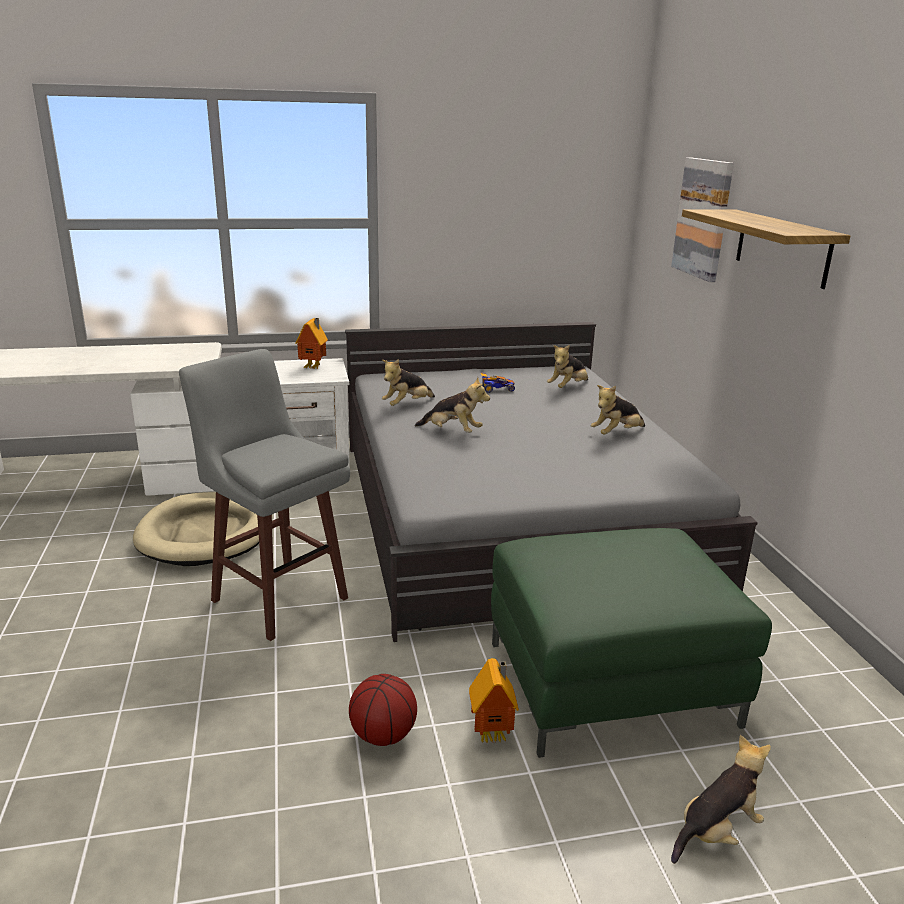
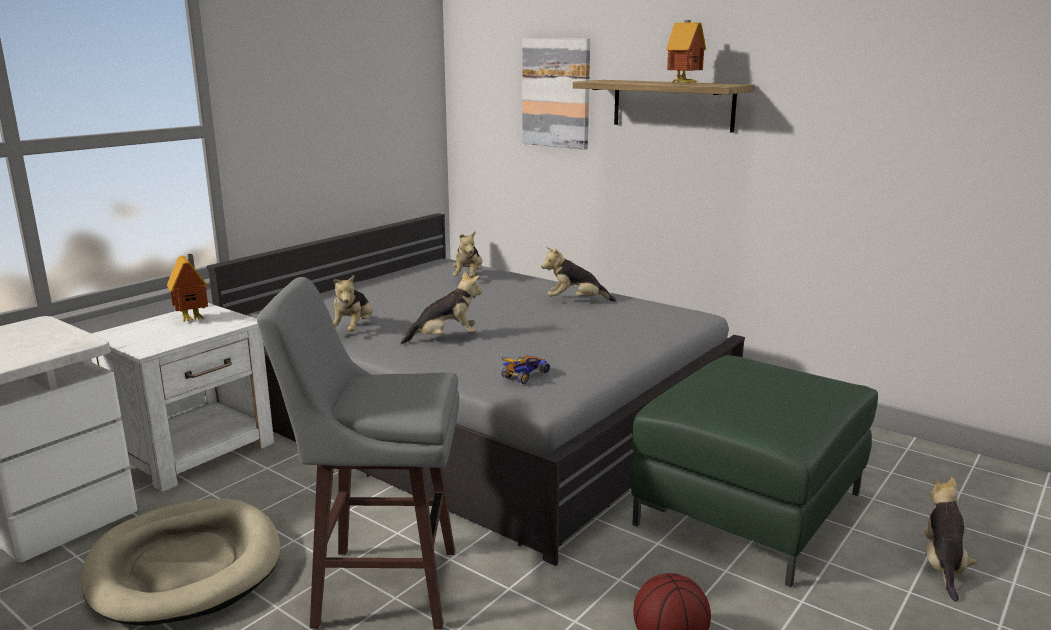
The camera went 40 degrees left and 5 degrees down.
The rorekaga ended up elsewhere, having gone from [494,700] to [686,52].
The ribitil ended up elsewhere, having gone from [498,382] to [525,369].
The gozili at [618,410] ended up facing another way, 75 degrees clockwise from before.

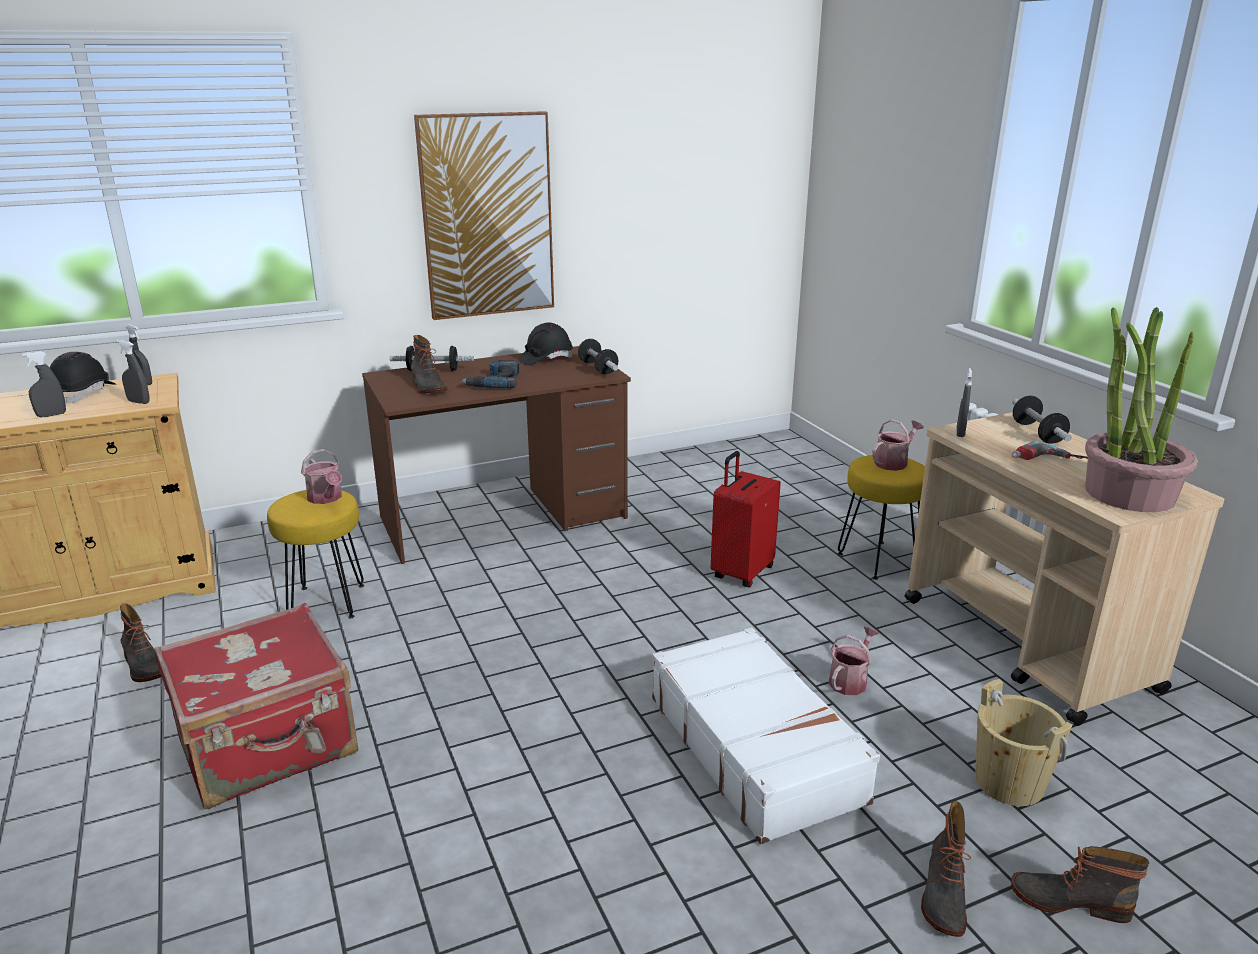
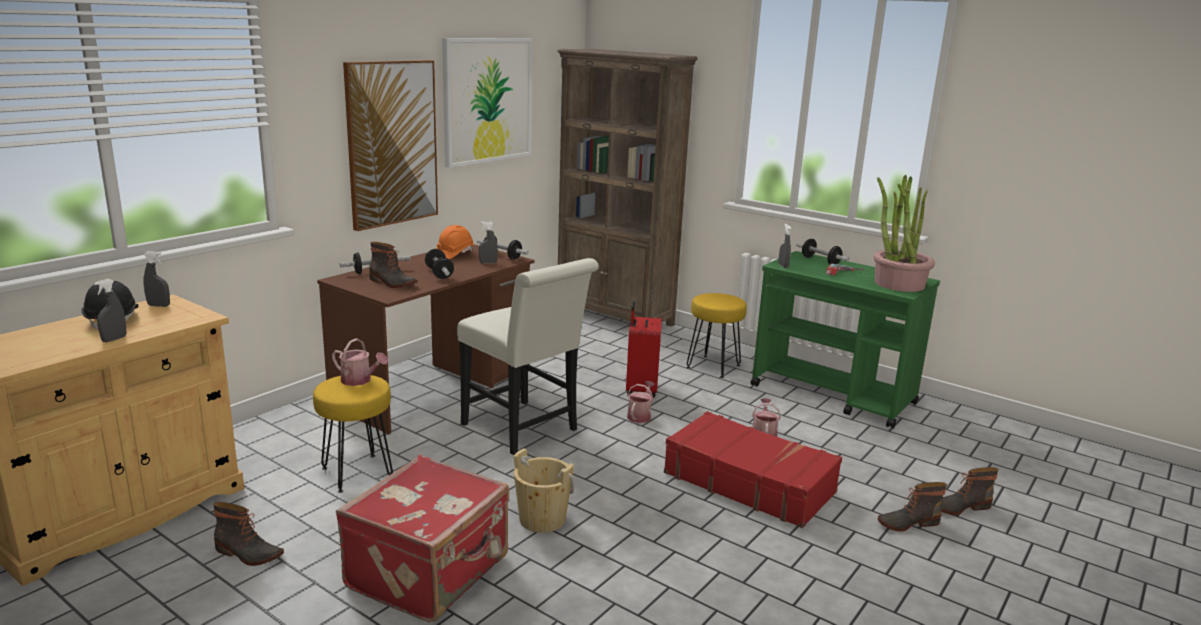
The camera went 30 degrees left and 5 degrees down.
The second view gained the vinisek at [487,103].
The second view gained the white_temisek at [528,356].
The second view gained the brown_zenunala at [627,187].
The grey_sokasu ended up elsewhere, having gone from [132,372] to [488,242].
The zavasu ended up elsewhere, having gone from [898,445] to [641,402].
The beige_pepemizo ended up elsewhere, having gone from [1023,742] to [544,490].
Where the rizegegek stood at [490,374], the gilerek came to stand at [439,264].
What was the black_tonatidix at [546,344] turned into the orange_tonatidix at [455,242].
What was the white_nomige at [766,736] turned into the red_nomige at [753,469].
What was the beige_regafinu at [1064,569] turned into the green_regafinu at [845,340].
The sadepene at [946,869] ended up facing another way, 90 degrees clockwise from before.

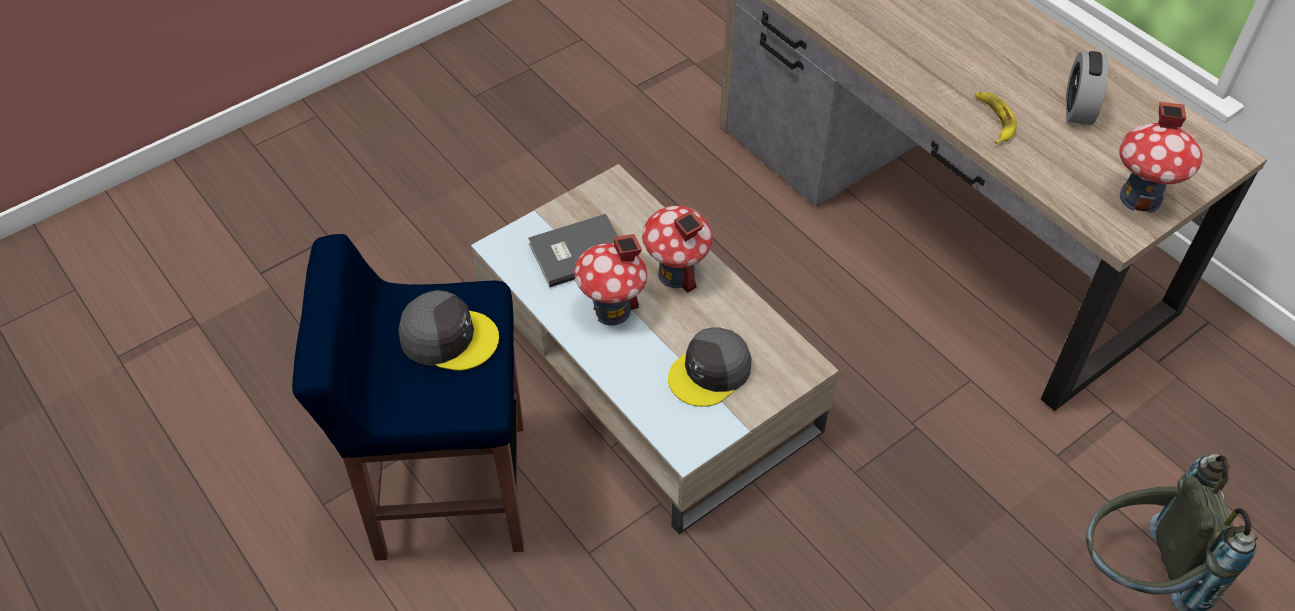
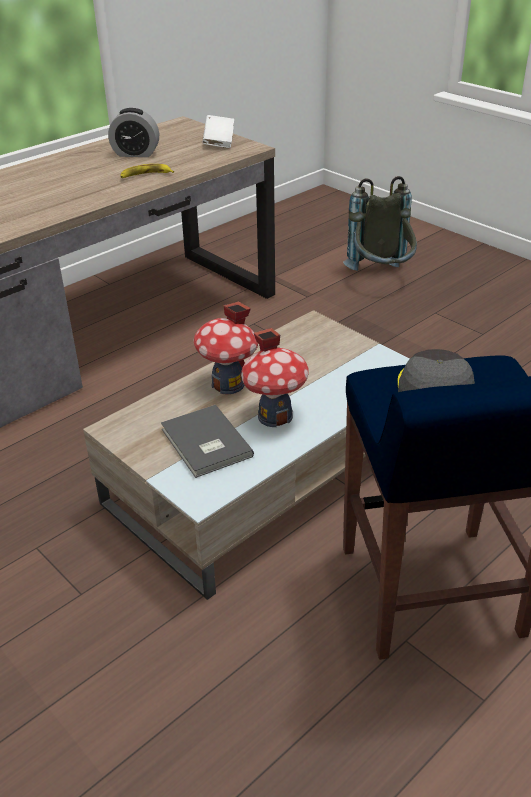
The camera went 95 degrees left and 15 degrees down.
The second view lost the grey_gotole at [709,367].
Where the rorekaga stood at [1160,157], the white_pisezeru came to stand at [218,131].

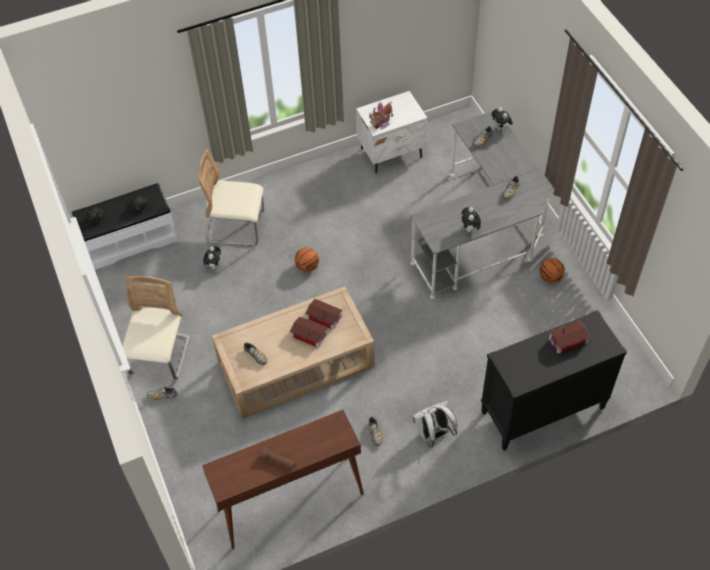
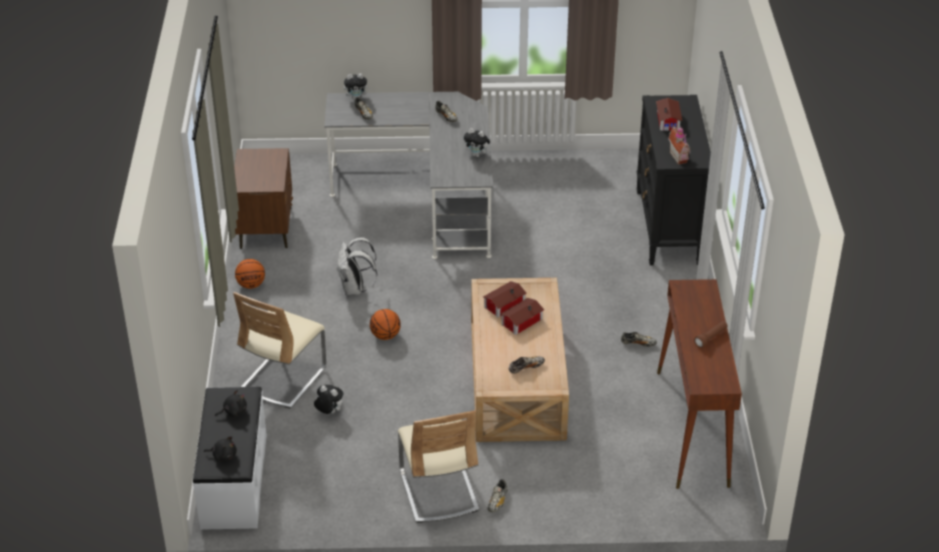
The camera went 70 degrees left and 15 degrees down.
The rorekaga ended up elsewhere, having gone from [381,115] to [679,145].
The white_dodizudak ended up elsewhere, having gone from [434,423] to [357,266].
The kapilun ended up elsewhere, having gone from [552,270] to [250,274].
What was the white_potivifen at [392,132] turned into the brown_potivifen at [263,198].
The beige_temisek at [156,328] ended up facing another way, 135 degrees counterclockwise from before.

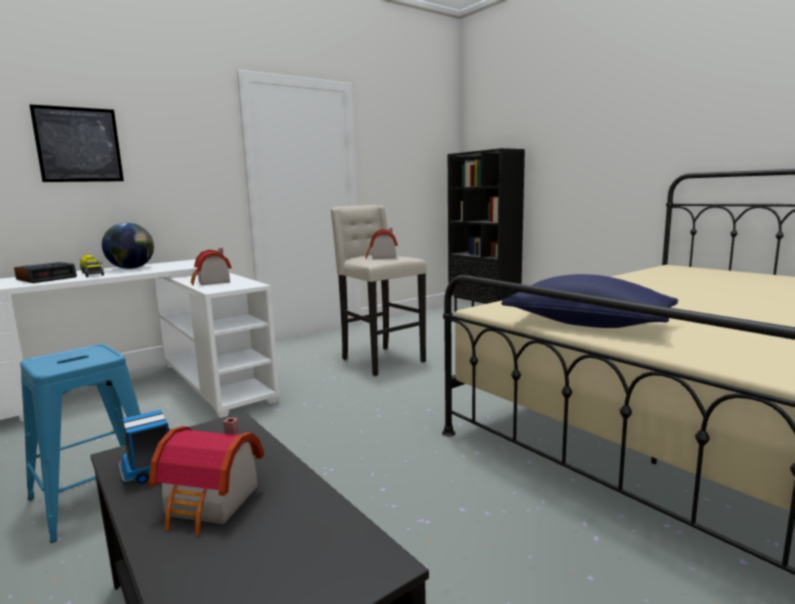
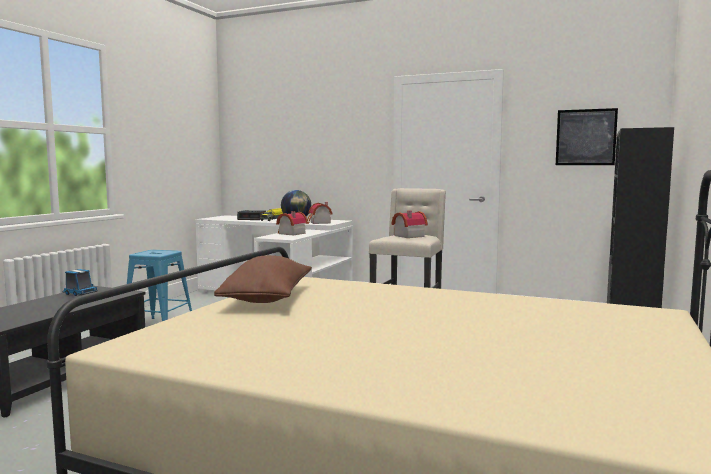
The camera went 60 degrees right and 5 degrees down.
The vinisek ended up elsewhere, having gone from [76,143] to [587,136].
The rorekaga ended up elsewhere, having gone from [206,477] to [320,213].
What was the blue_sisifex at [589,301] turned into the brown_sisifex at [263,279].

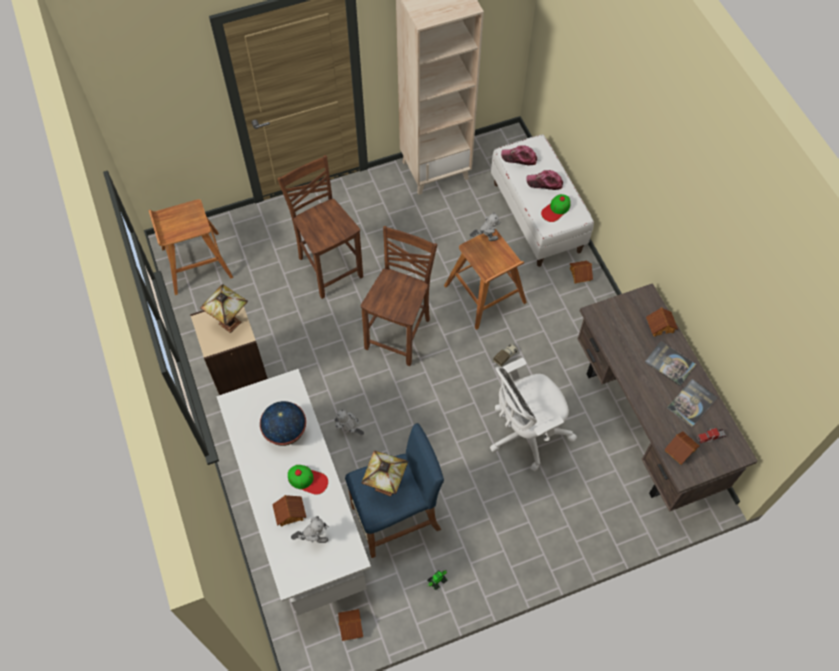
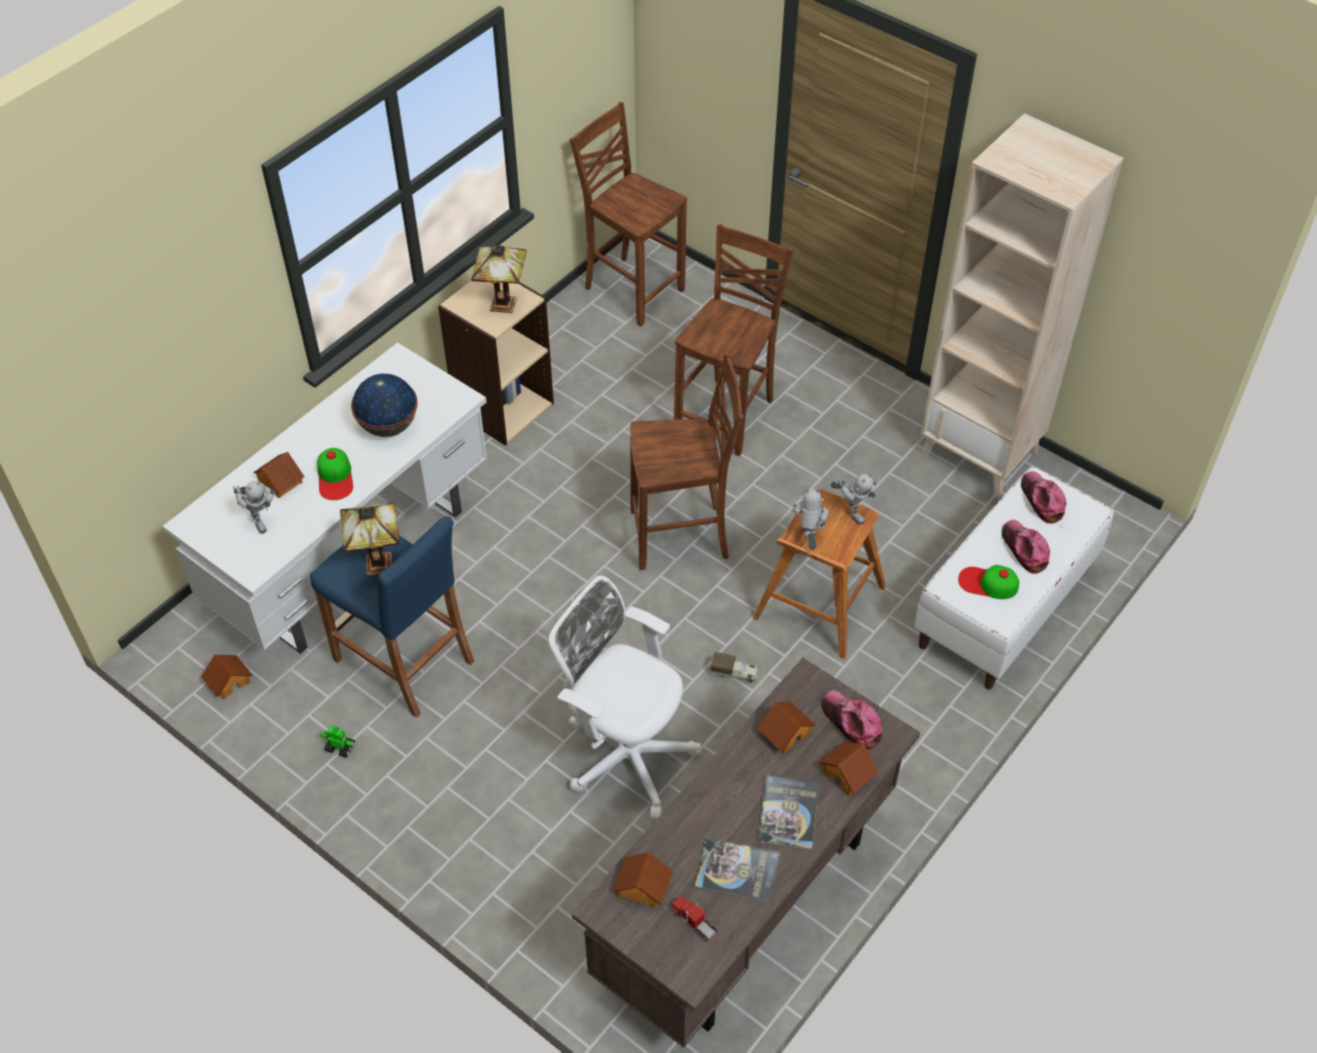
The camera went 60 degrees right and 10 degrees down.
The second view gained the gotole at [852,720].
The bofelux ended up elsewhere, having gone from [349,422] to [810,519].
The rorekaga ended up elsewhere, having gone from [581,272] to [786,728].
Where the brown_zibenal stood at [191,247], the brown_temisek came to stand at [628,214].

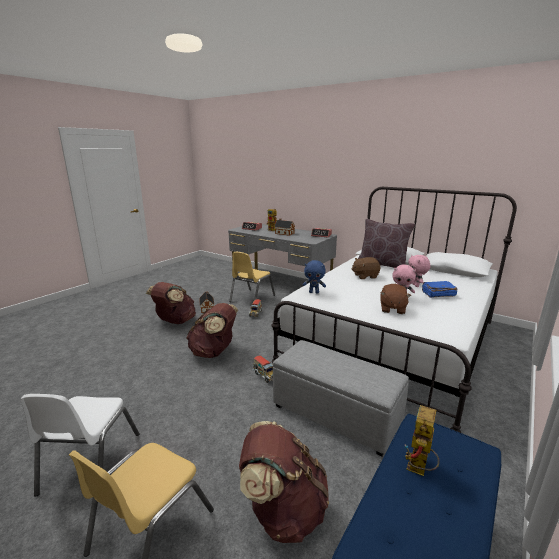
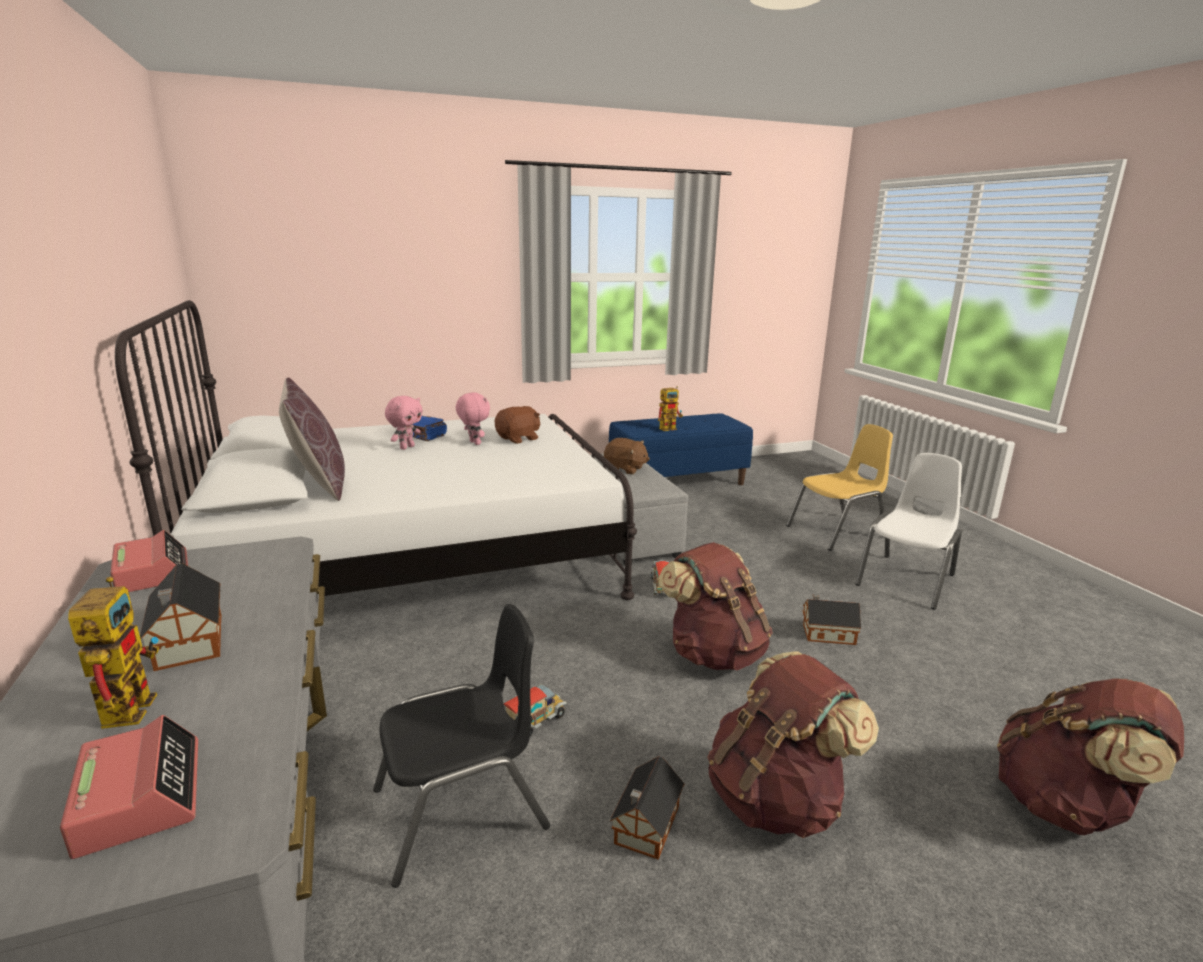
The camera went 145 degrees left and 0 degrees up.
The second view lost the blue_gozili at [314,277].
The second view gained the rorekaga at [832,619].
The brown_dodizudak ended up elsewhere, having gone from [284,482] to [1090,756].
The brown_gozili ended up elsewhere, having gone from [366,268] to [627,456].
What was the yellow_temisek at [252,277] turned into the black_temisek at [461,746].

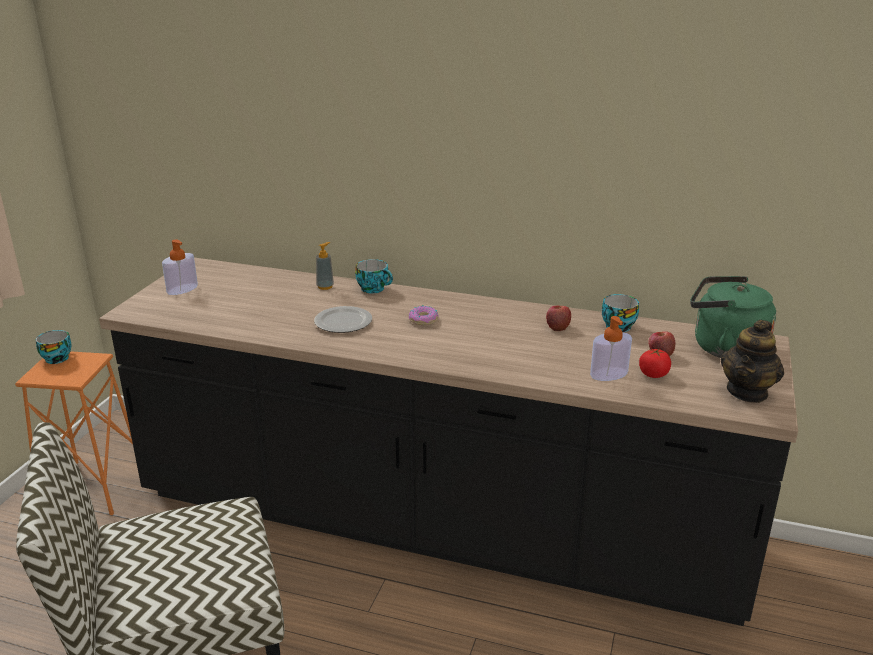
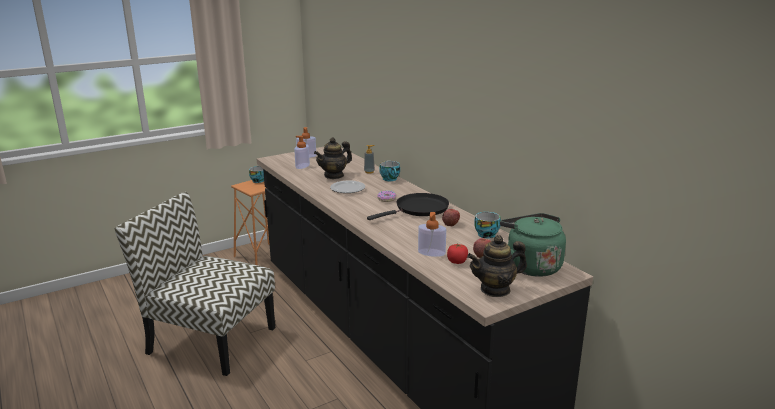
The camera went 40 degrees right and 5 degrees down.
The second view gained the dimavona at [302,152].
The second view gained the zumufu at [333,158].
The second view gained the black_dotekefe at [408,206].

